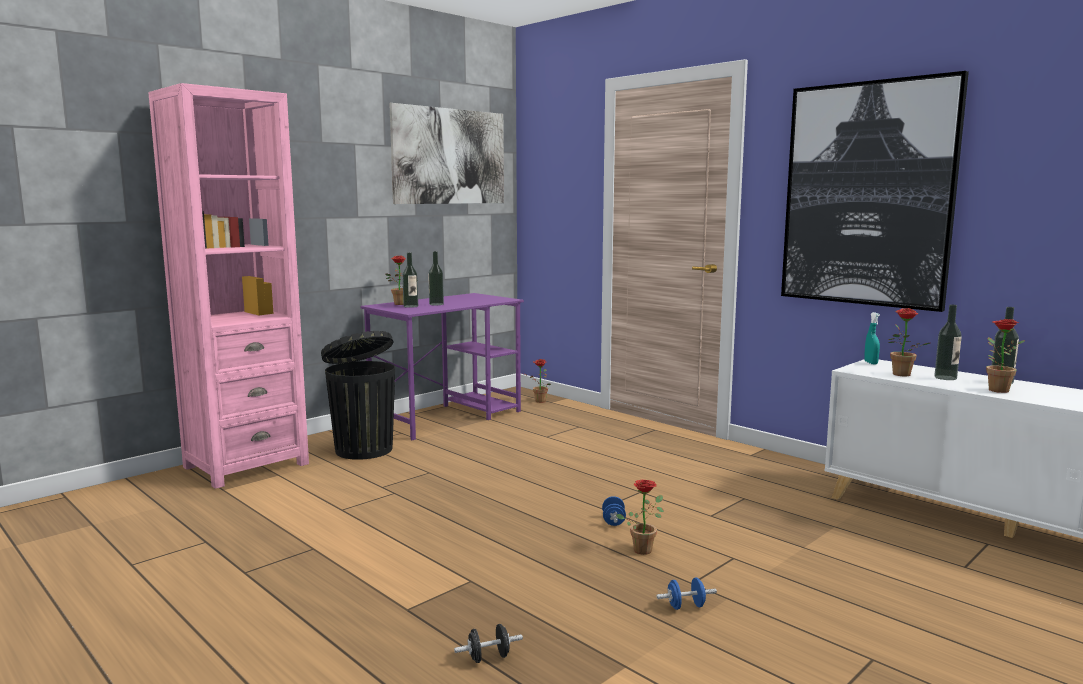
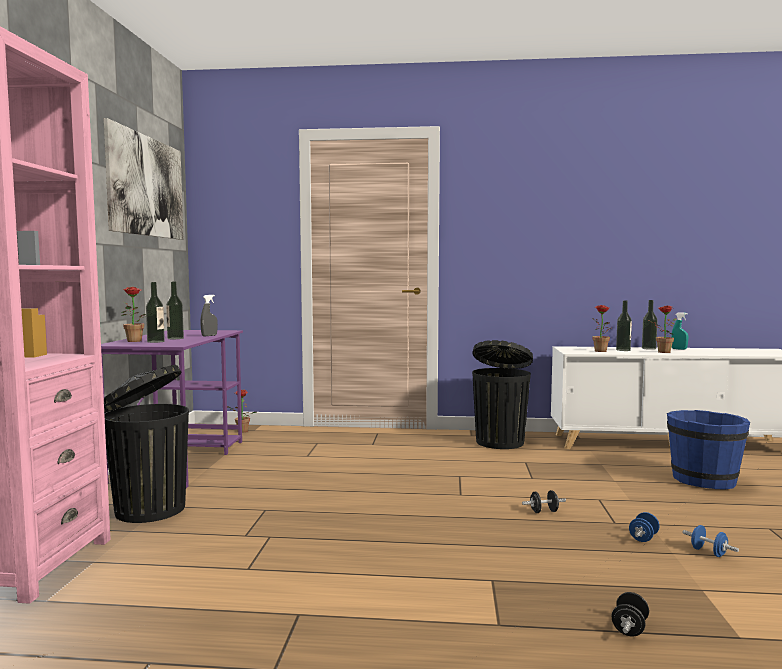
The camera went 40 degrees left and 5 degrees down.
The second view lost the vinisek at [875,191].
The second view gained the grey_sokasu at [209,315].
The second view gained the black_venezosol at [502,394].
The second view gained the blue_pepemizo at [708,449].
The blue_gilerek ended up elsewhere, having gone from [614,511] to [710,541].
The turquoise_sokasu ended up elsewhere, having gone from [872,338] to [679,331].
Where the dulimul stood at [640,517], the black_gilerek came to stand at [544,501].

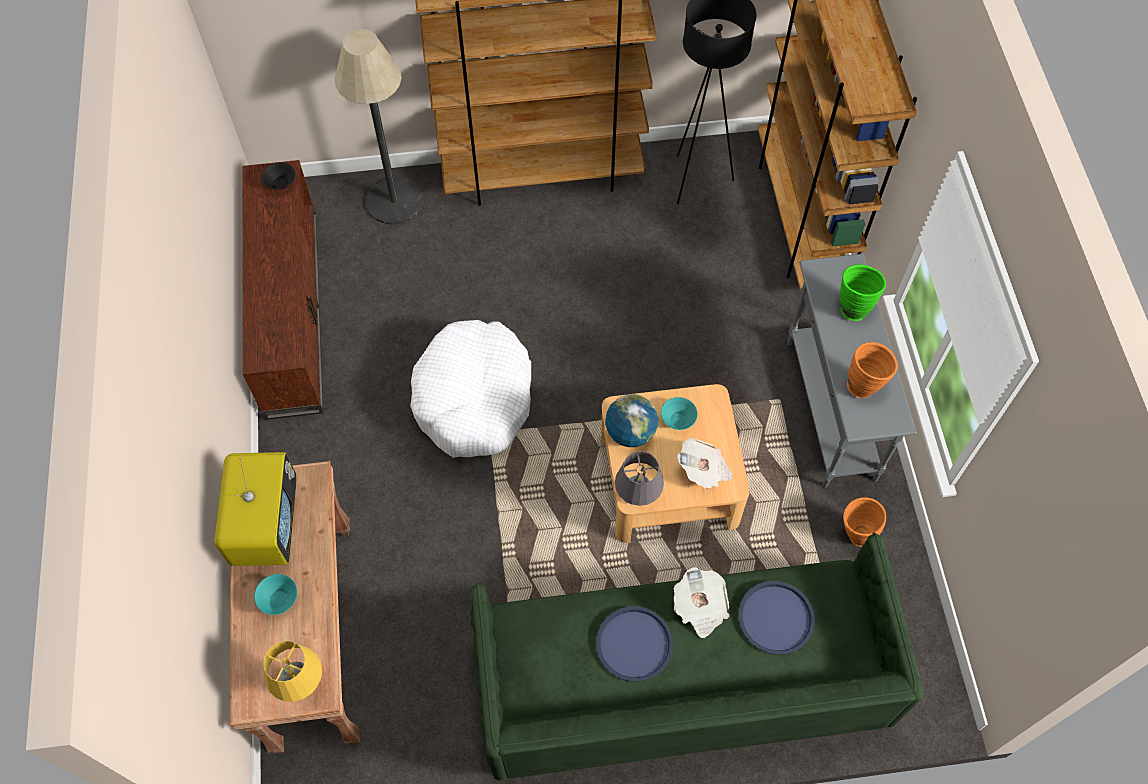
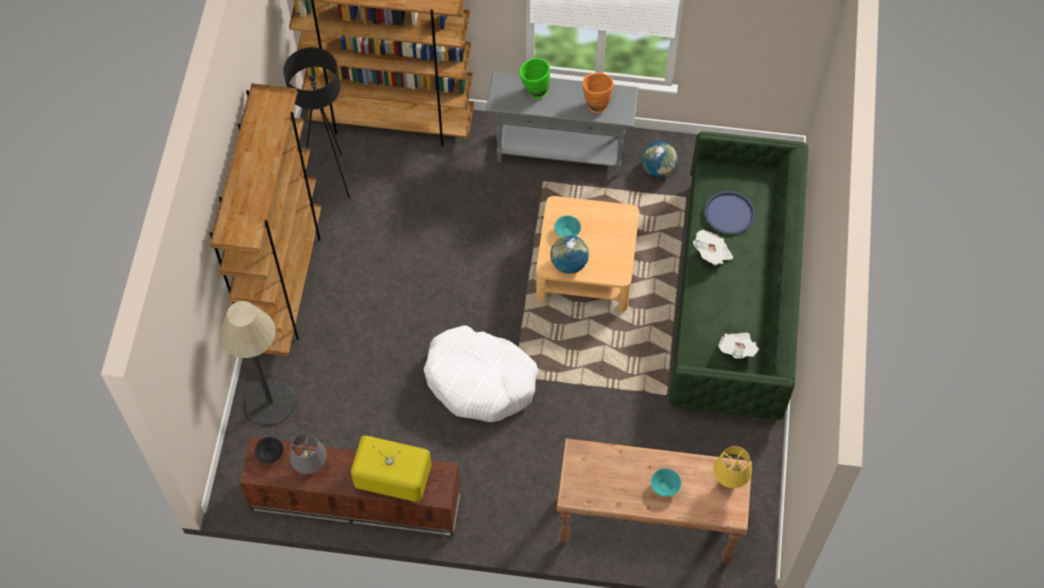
The camera went 75 degrees left and 0 degrees up.
The second view lost the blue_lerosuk at [634,644].
The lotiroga ended up elsewhere, having gone from [255,509] to [391,468].
The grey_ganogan ended up elsewhere, having gone from [639,478] to [308,453].
The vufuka ended up elsewhere, having gone from [705,463] to [738,345].
Where the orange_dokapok stood at [864,522], the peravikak came to stand at [660,159].

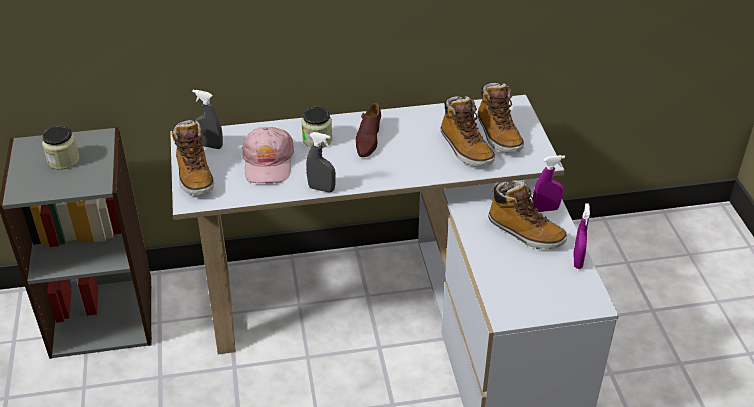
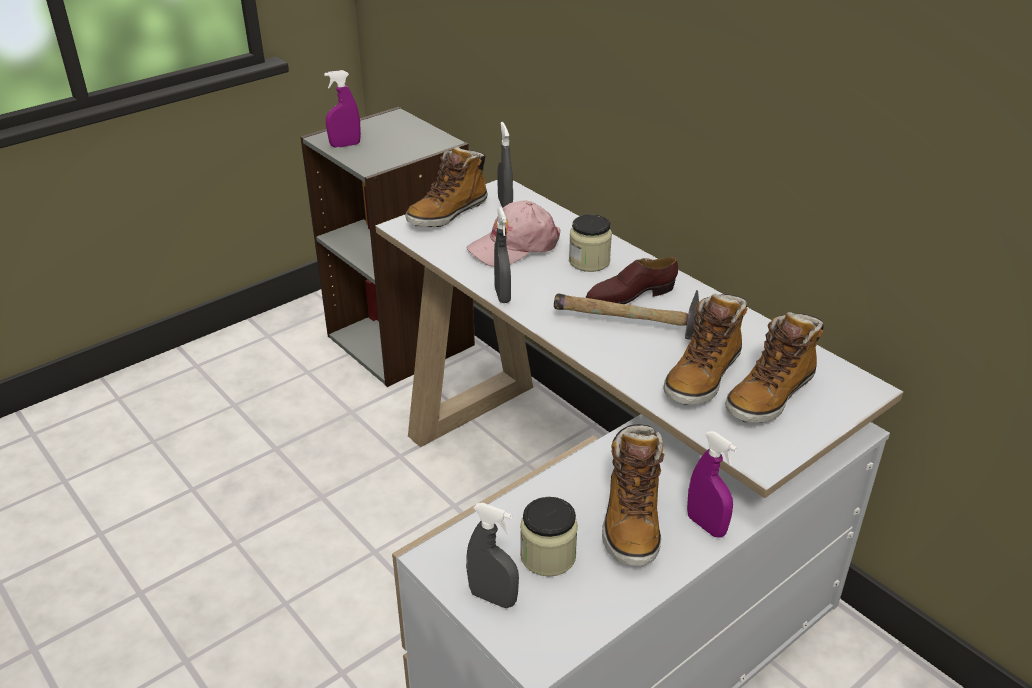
The camera went 60 degrees right and 5 degrees down.
The second view gained the grey_sokasu at [492,555].
The second view gained the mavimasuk at [626,315].
The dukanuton ended up elsewhere, having gone from [60,148] to [549,537].
The purple_sokasu ended up elsewhere, having gone from [582,236] to [342,108].

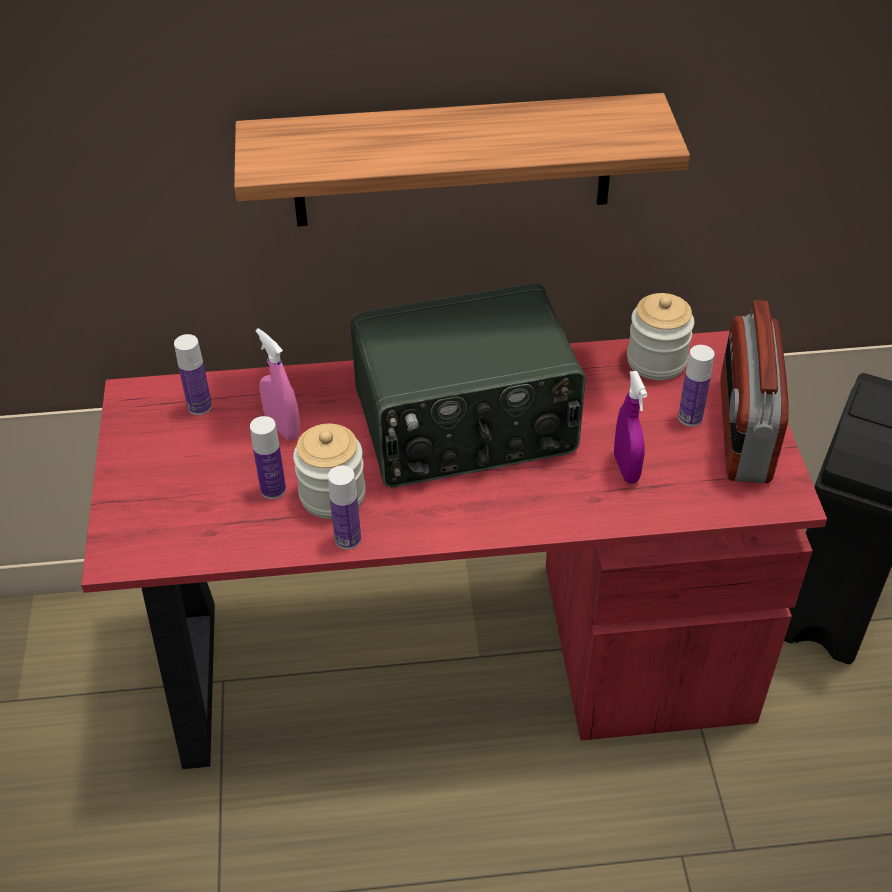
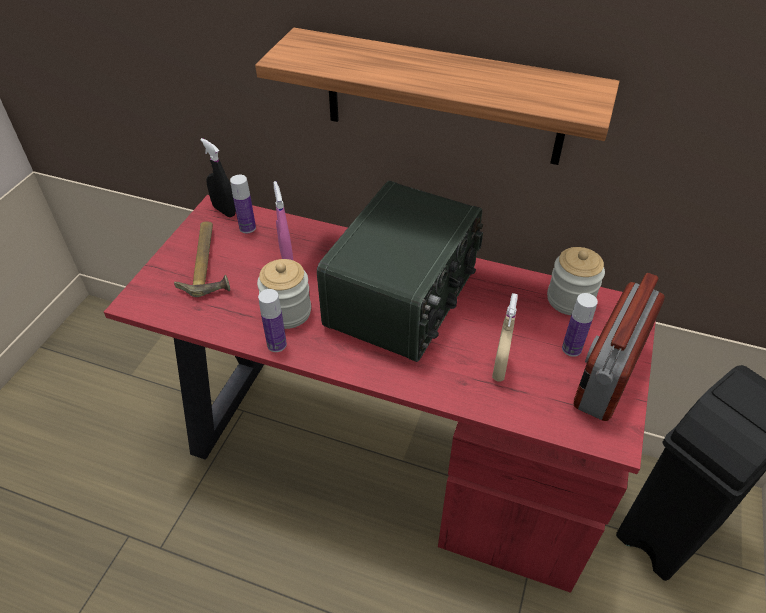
The camera went 25 degrees right and 0 degrees up.
The second view lost the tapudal at [268,457].
The second view gained the mavimasuk at [202,259].
The second view gained the black_sokasu at [218,177].
What was the purple_sokasu at [630,427] turned into the beige_sokasu at [505,337].
The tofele at [468,385] ended up facing another way, 75 degrees counterclockwise from before.

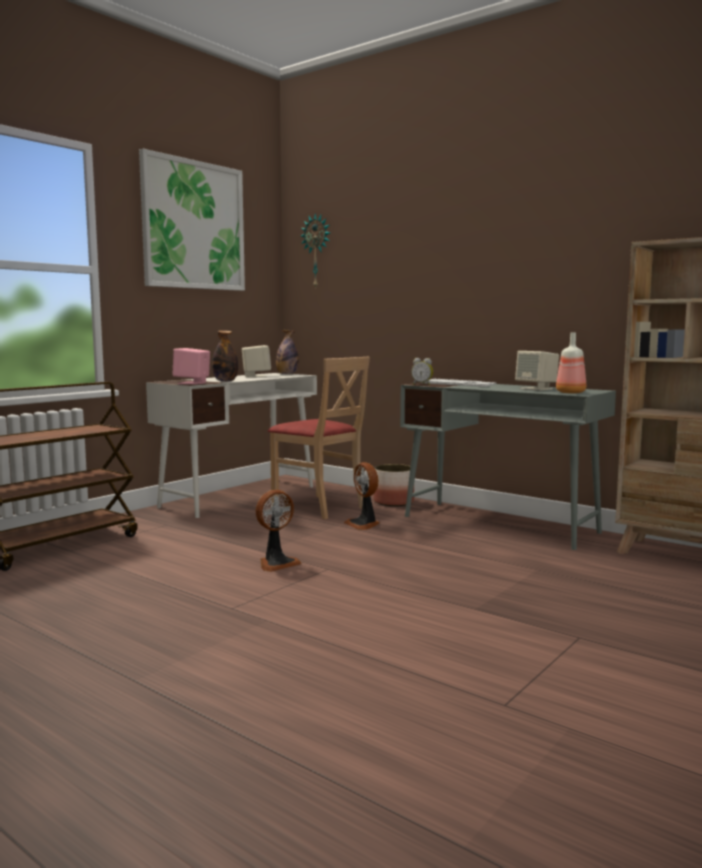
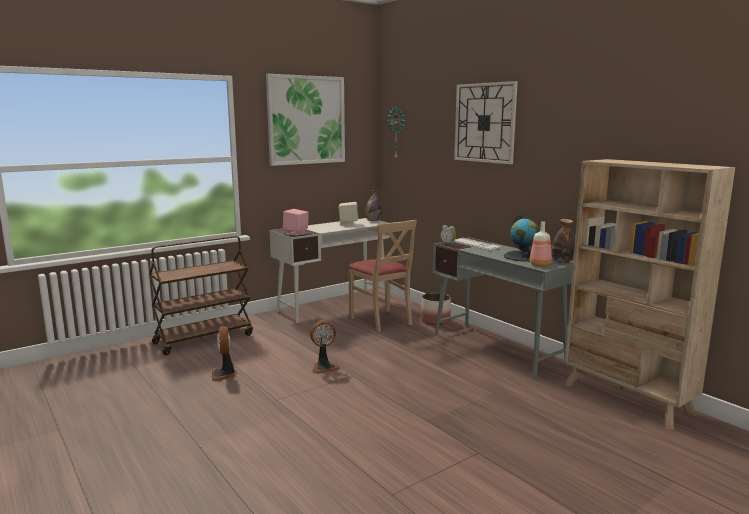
The camera went 15 degrees right and 5 degrees up.
The second view gained the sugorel at [486,122].
The tapudal ended up elsewhere, having gone from [225,356] to [563,241].
The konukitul ended up elsewhere, having gone from [362,496] to [224,353].
Where the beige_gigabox stood at [537,371], the peravikak came to stand at [521,238].

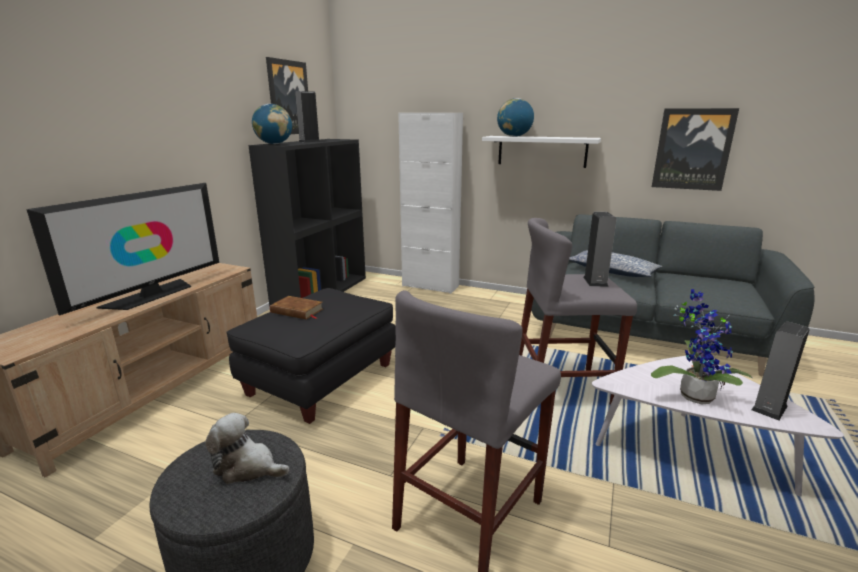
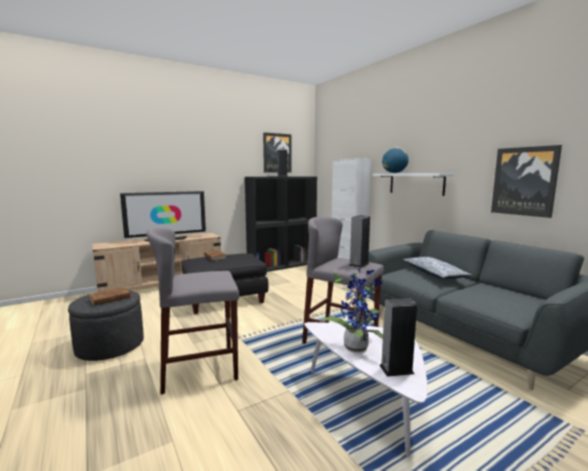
The camera went 35 degrees right and 10 degrees down.
The second view lost the peravikak at [272,124].
Where the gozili stood at [247,448], the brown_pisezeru came to stand at [111,296].

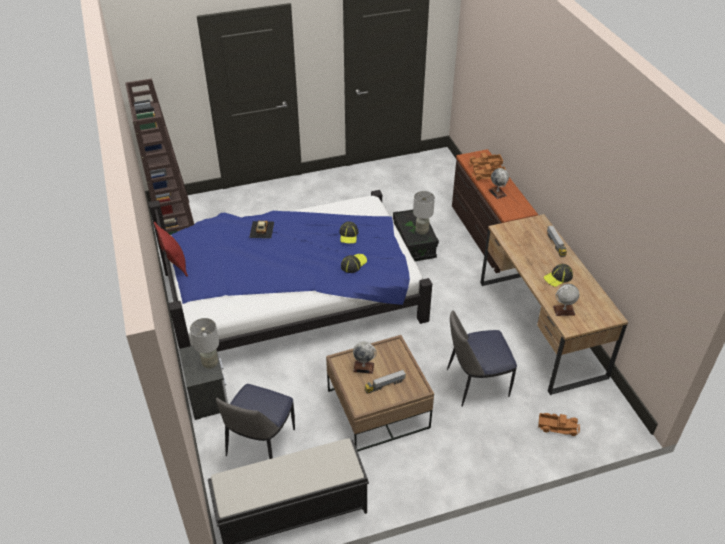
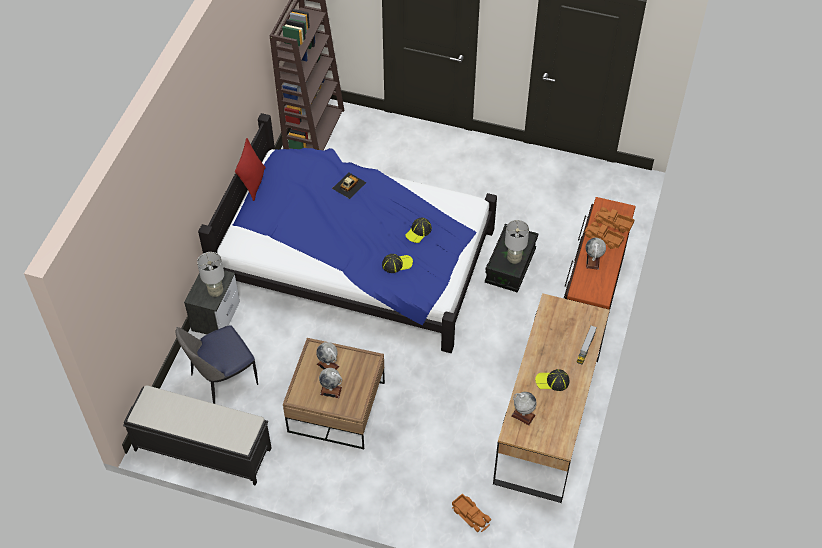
The camera went 35 degrees right and 10 degrees up.
The second view lost the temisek at [482,358].
Where the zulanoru stood at [385,382], the peravikak came to stand at [330,383].

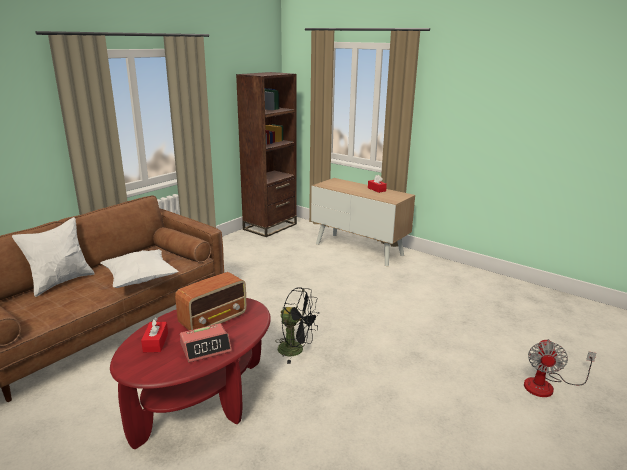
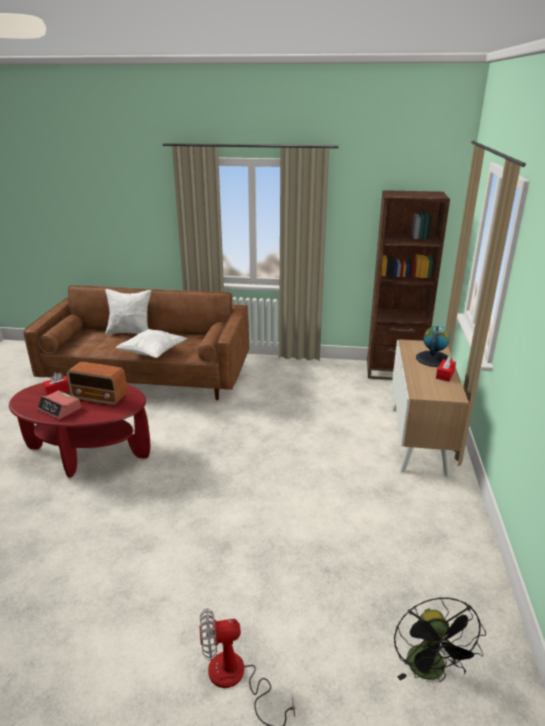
The camera went 60 degrees right and 5 degrees up.
The second view gained the peravikak at [433,346].
The black_konukitul ended up elsewhere, having gone from [298,325] to [440,639].

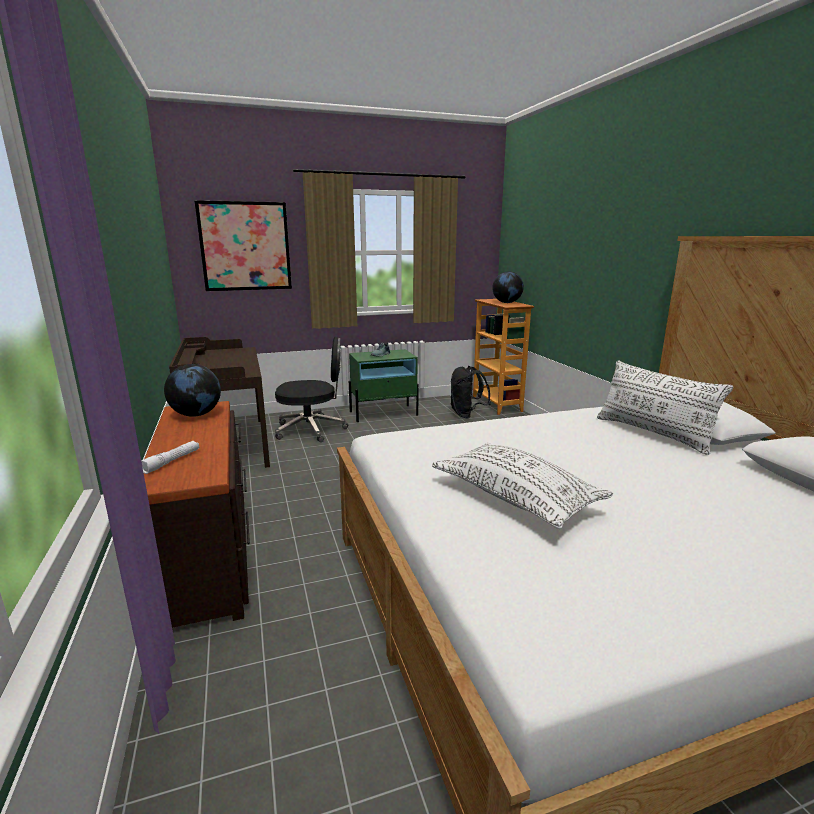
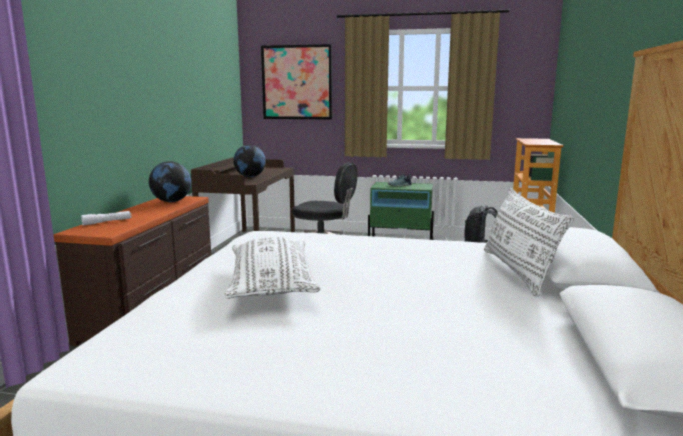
The camera went 30 degrees right and 5 degrees down.
The peravikak ended up elsewhere, having gone from [508,287] to [249,161].

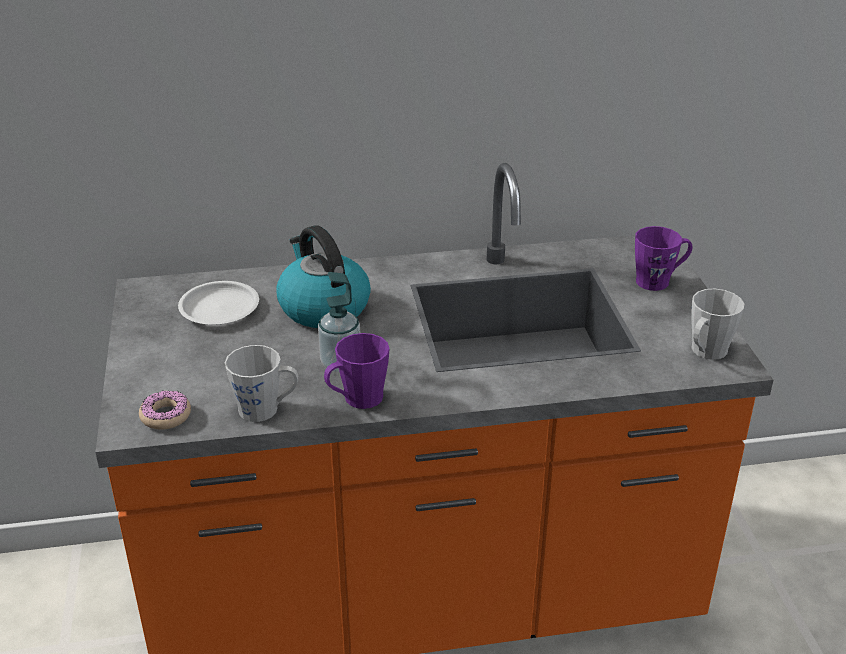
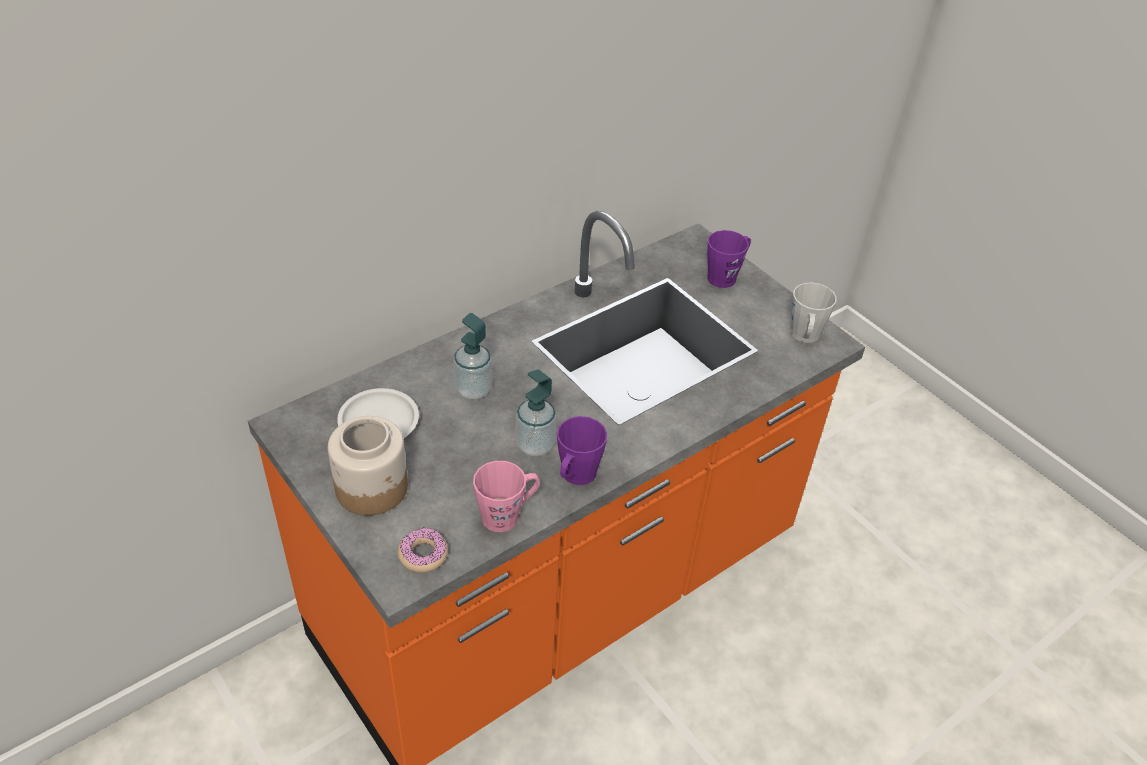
The camera went 30 degrees left and 10 degrees up.
The second view gained the dukanuton at [368,466].
Where the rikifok stood at [323,277], the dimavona came to stand at [472,356].
What was the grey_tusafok at [261,383] turned into the pink_tusafok at [506,496].

